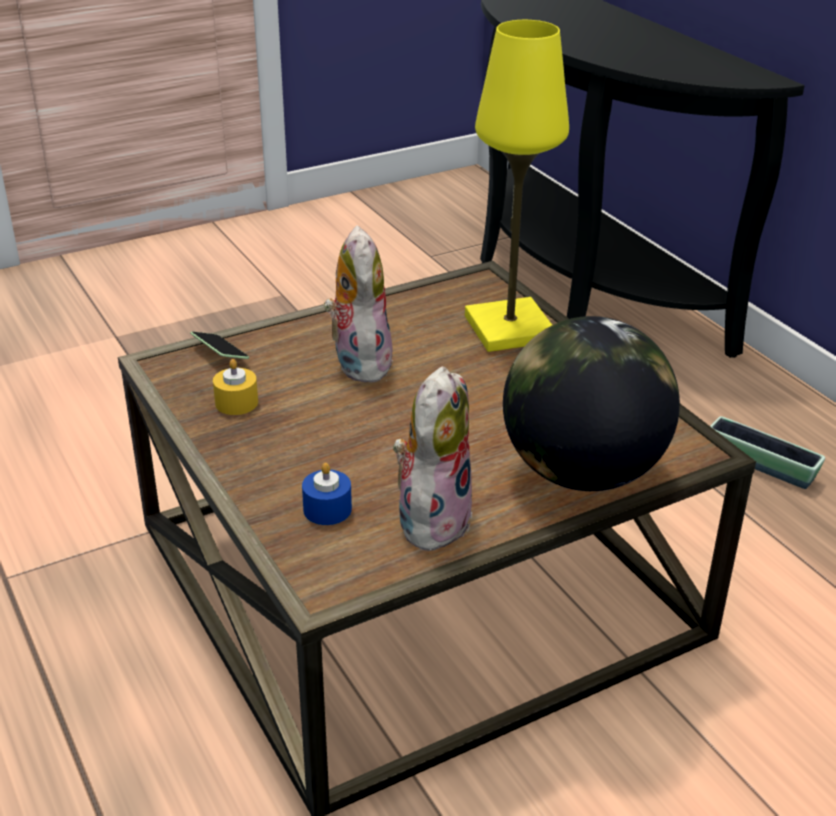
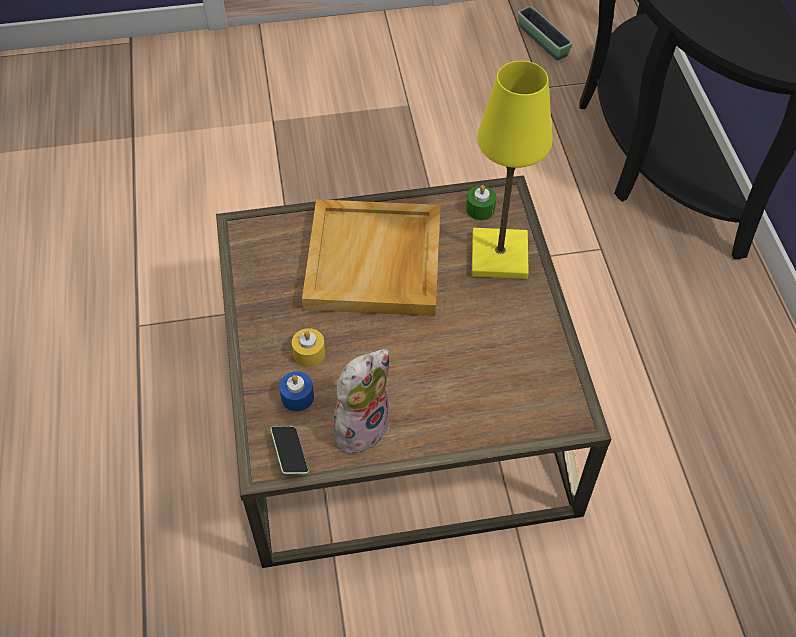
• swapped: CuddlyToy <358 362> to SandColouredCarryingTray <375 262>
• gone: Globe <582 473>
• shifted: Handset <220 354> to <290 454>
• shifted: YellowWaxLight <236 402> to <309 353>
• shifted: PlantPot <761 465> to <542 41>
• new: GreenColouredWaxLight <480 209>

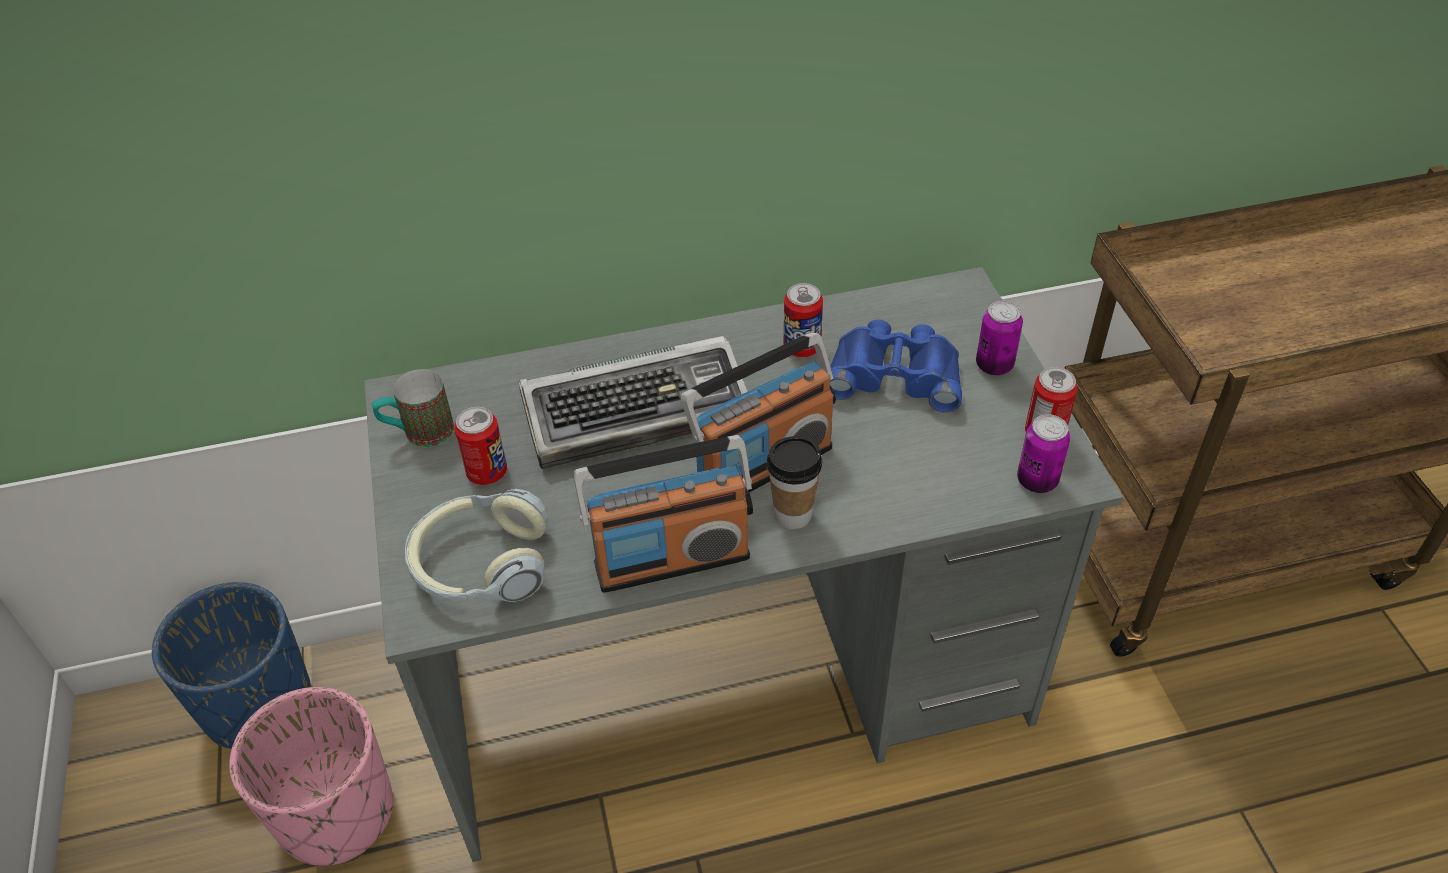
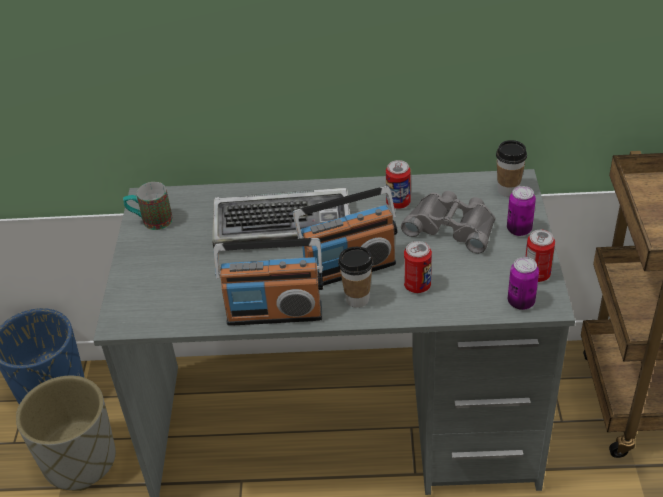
• repainted: BlueColouredFieldGlasses <895 374> to GreyishFieldGlasses <452 226>
• shifted: MetalCan <487 472> to <417 286>
• gone: Headphones <481 565>
• repainted: PinkColouredPlantPot <336 812> to GreyishPlantPot <80 460>
• new: Cup <508 190>

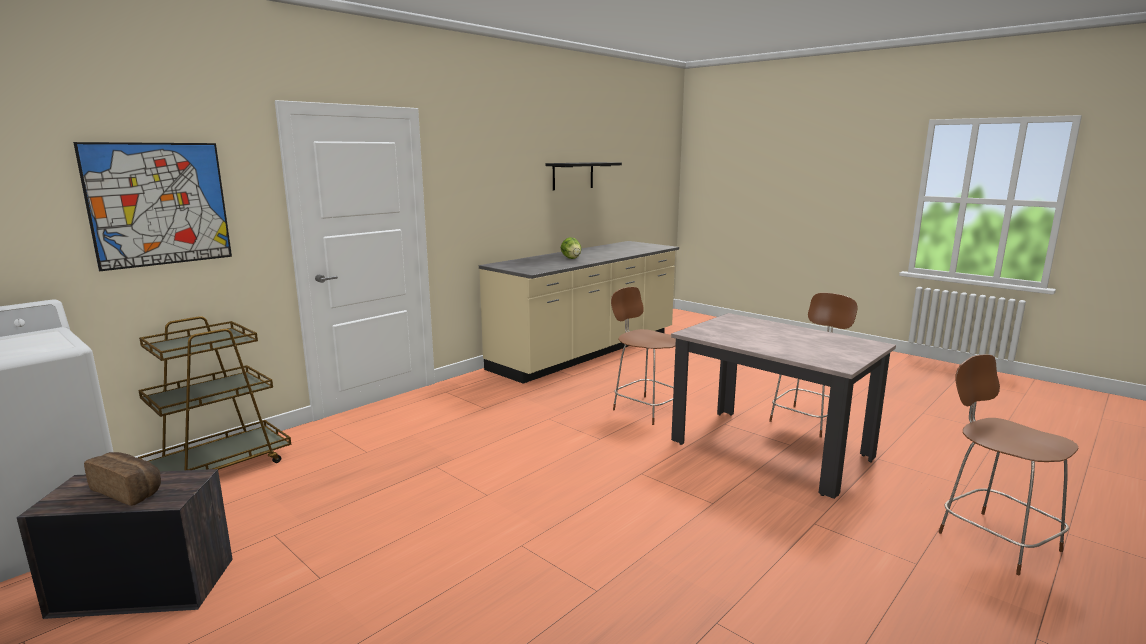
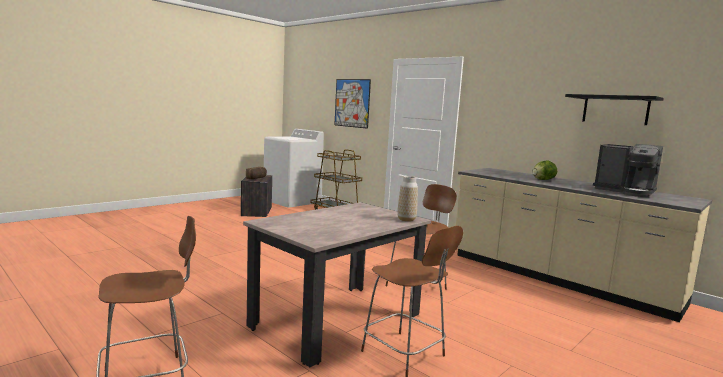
• new: CoffeeBrewer <625 191>
• new: Vase <406 219>

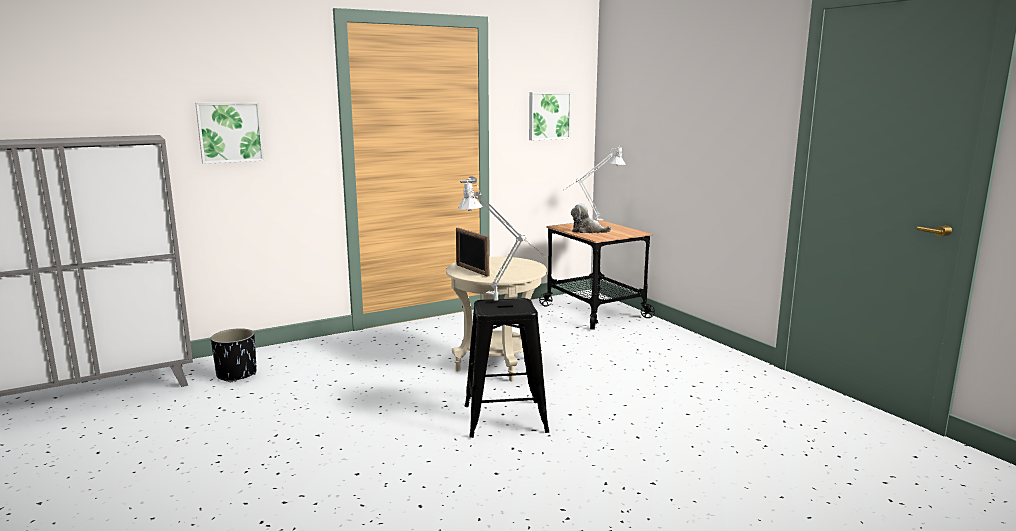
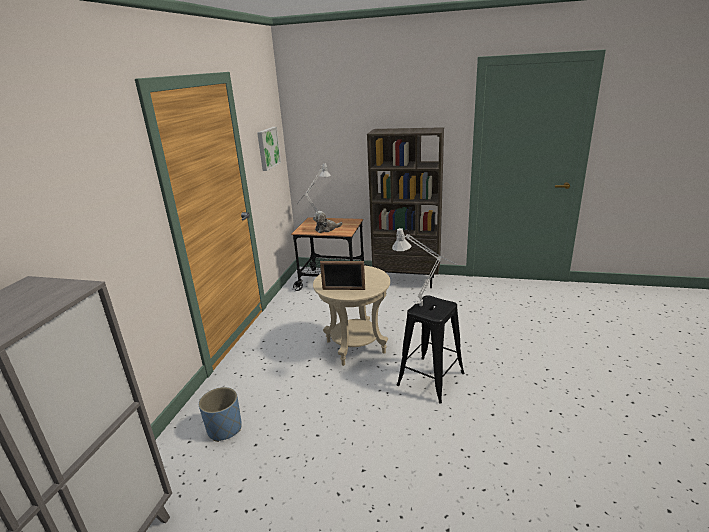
• gone: Picture <230 132>
• gone: BlackColouredPlantPot <237 374>
• new: BrownColouredBookshelf <407 280>
• new: BlueColouredPlantPot <224 429>

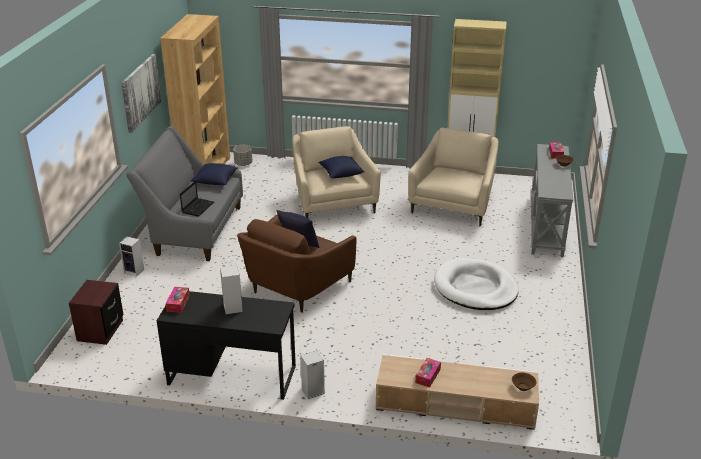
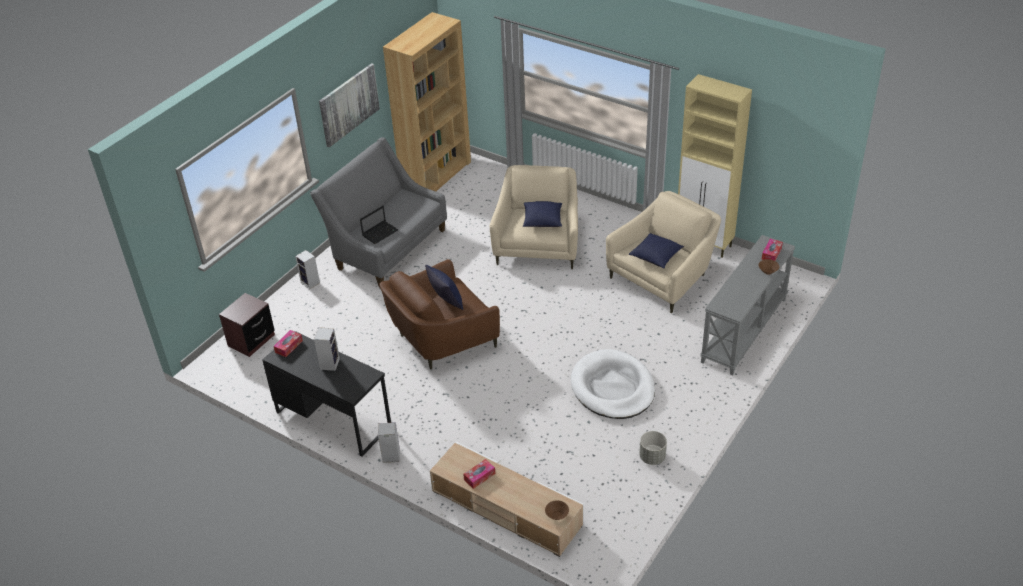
• shifted: GreyishPlantPot <243 164> to <652 457>
• shifted: BlueColouredPillow <215 181> to <656 257>

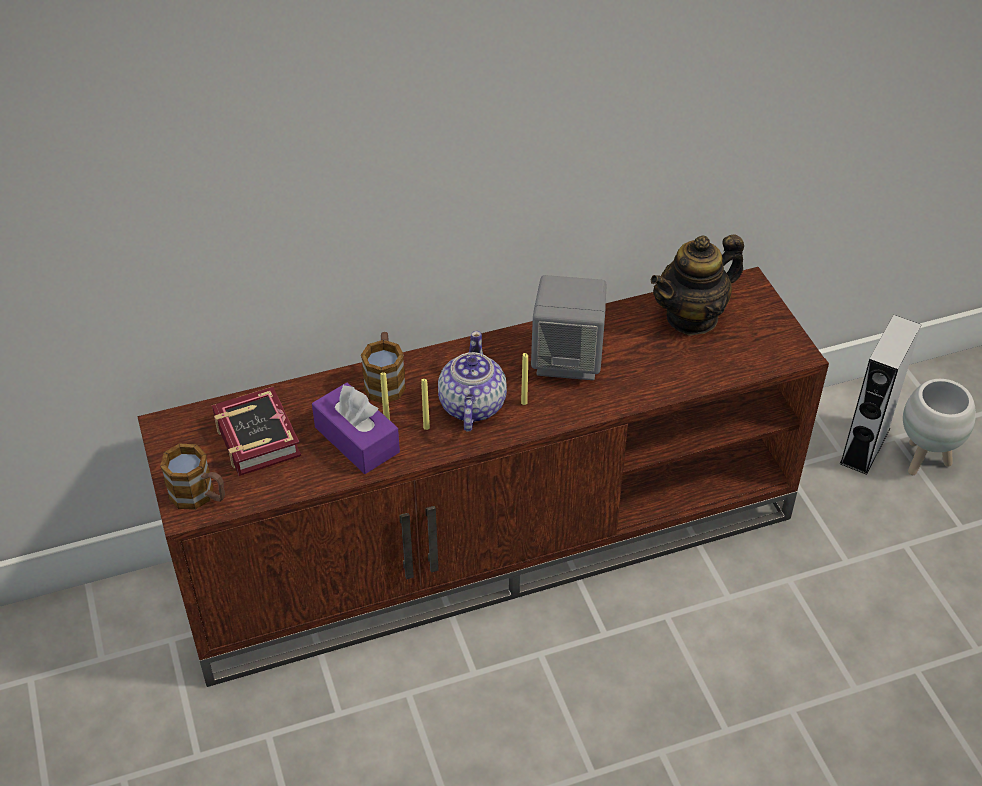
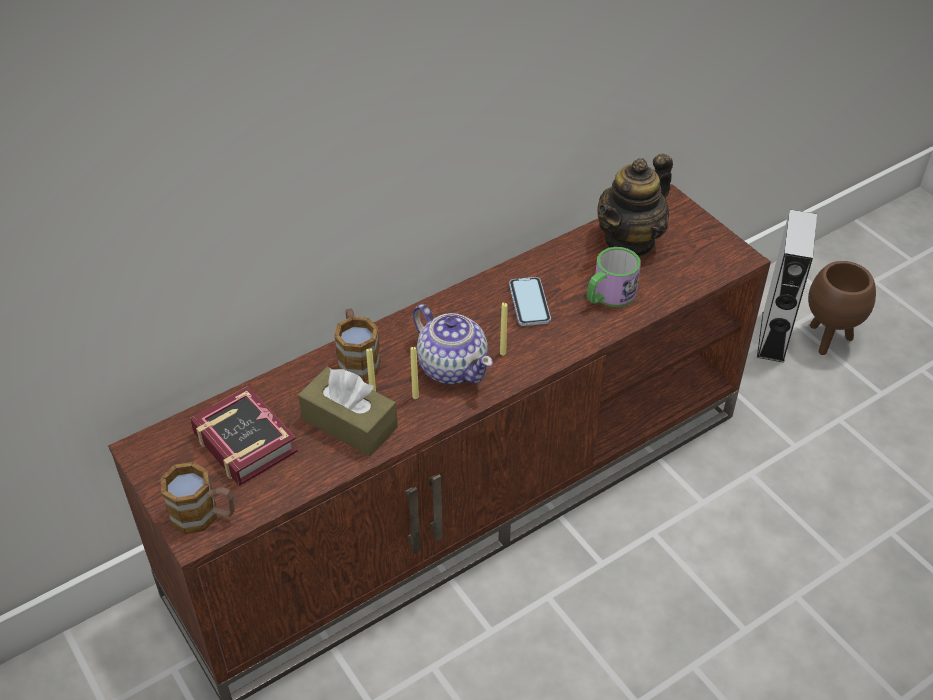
• swapped: GreyishAudioSpeaker <568 359> to Handset <529 303>
• rotated: Teapot <471 406> = <452 366> 150 degrees clockwise
• repainted: WhitishPlantPot <924 460> to BrownColouredPlantPot <828 339>
• repainted: PurpleColouredTissueHolder <357 439> to BrownColouredTissueHolder <349 423>
• new: CoffeeMug <608 296>

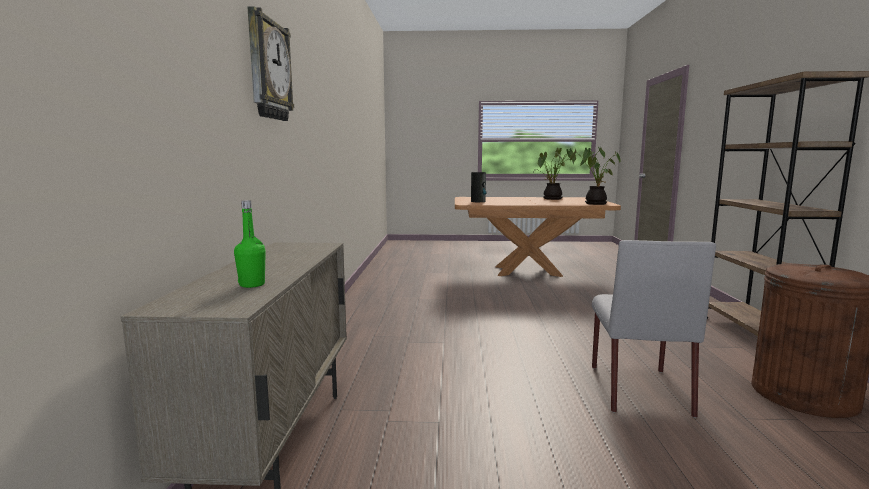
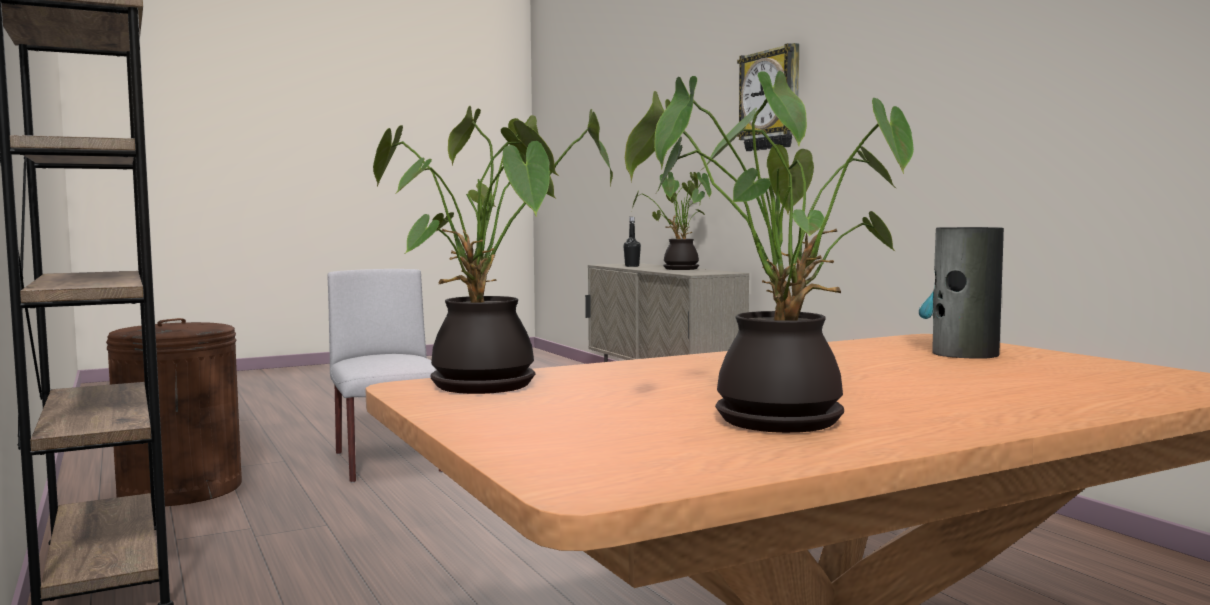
• repainted: GreenColouredBeverageBottle <252 284> to BlackColouredBeverageBottle <632 266>
• new: Houseplant <677 269>

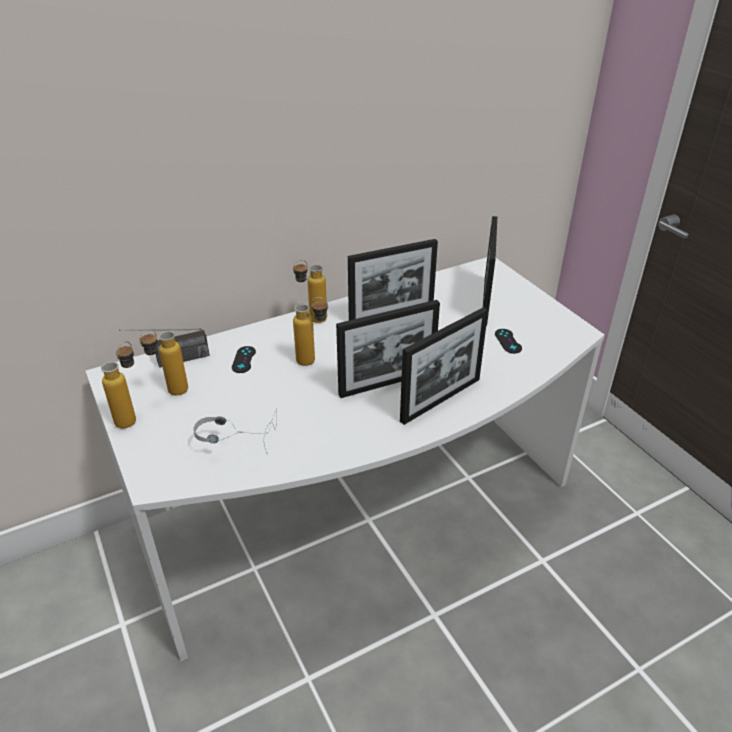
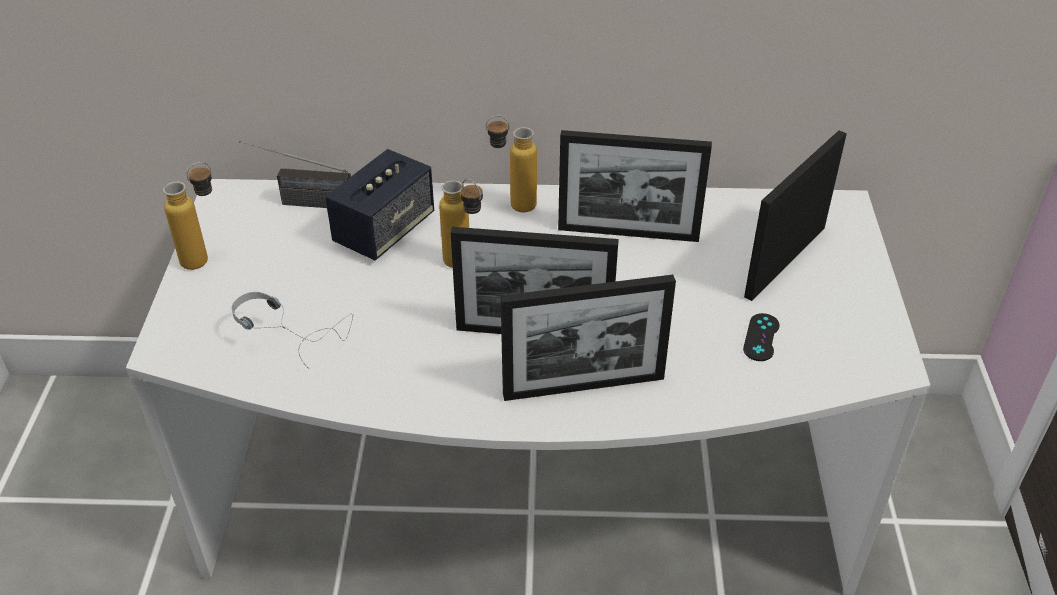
• gone: BeverageBottle <171 394>
• swapped: BlackColouredGameController <244 359> to AudioSpeaker <384 230>

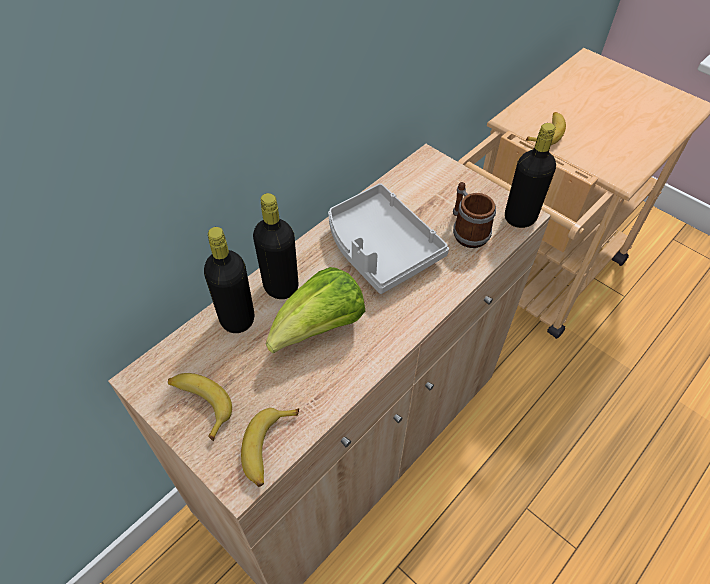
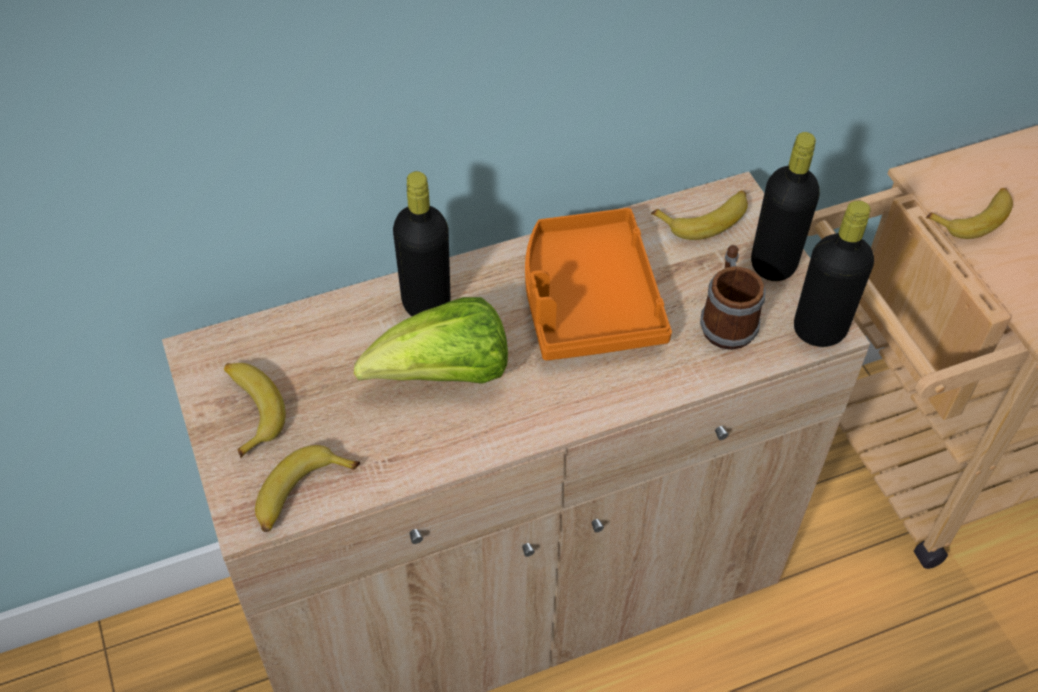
• repainted: GreyishCarryingTray <380 248> to OrangeCarryingTray <588 300>
• shifted: BlackColouredBeverageBottle <237 319> to <773 264>
• new: WholeBanana <705 218>

